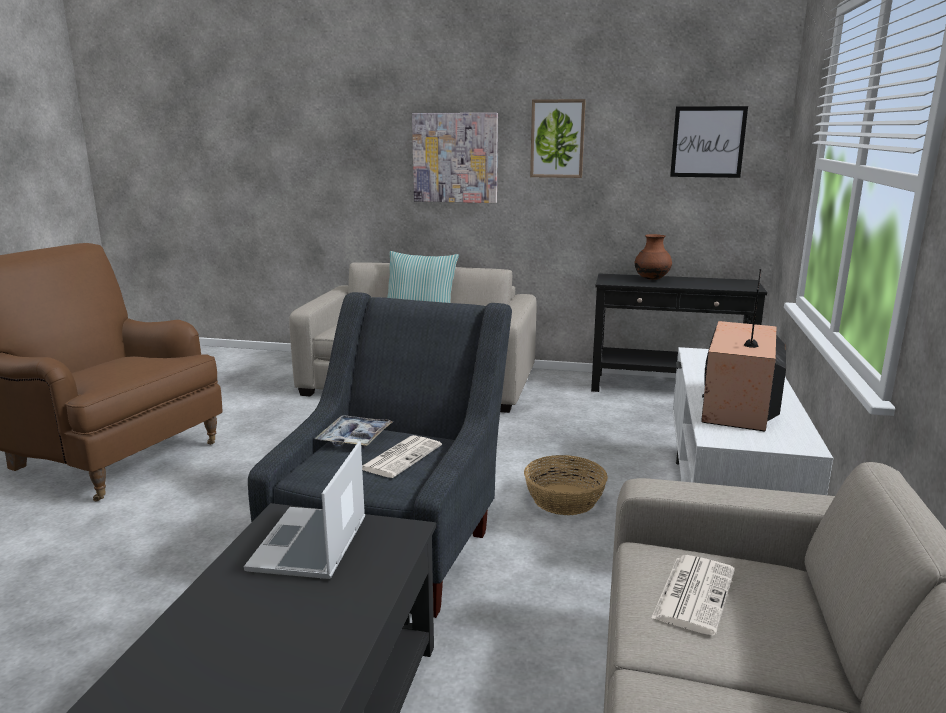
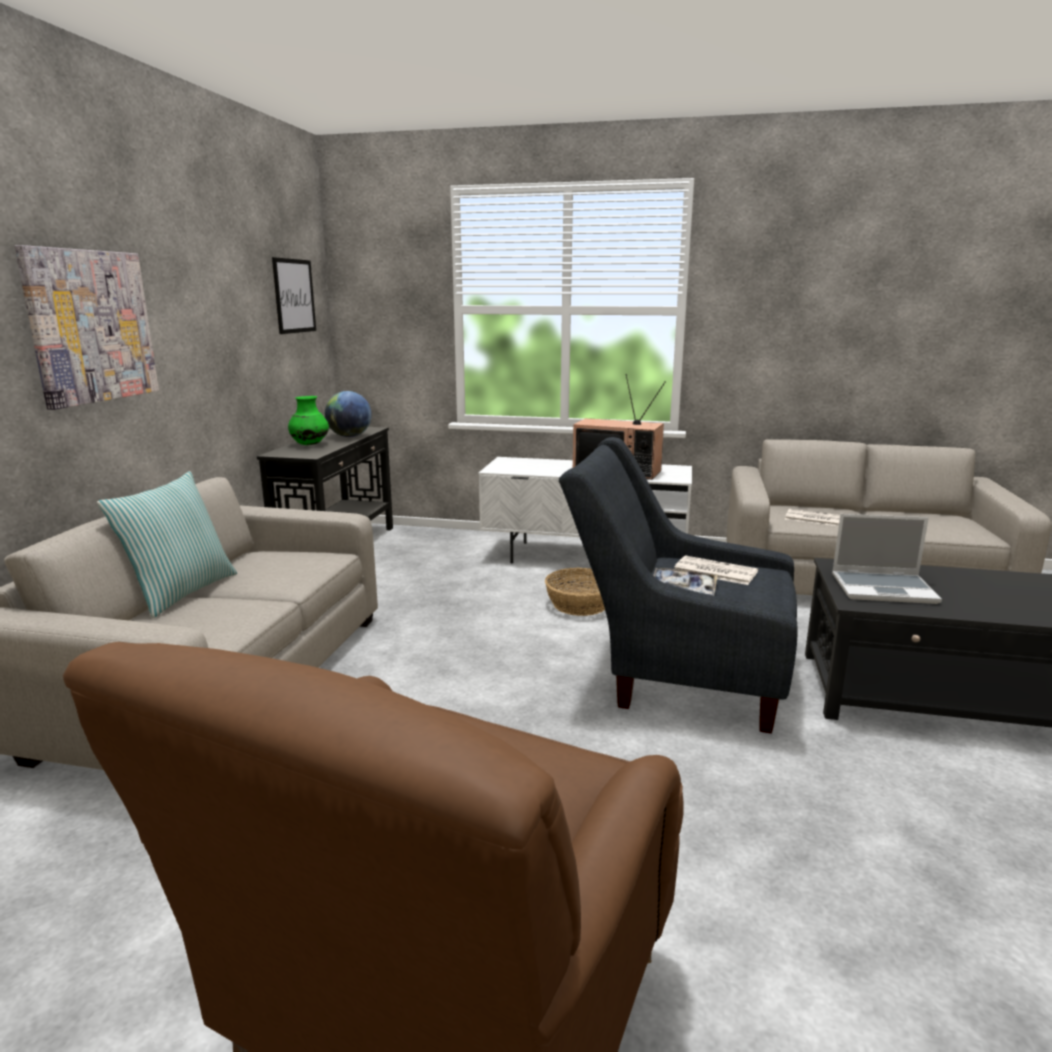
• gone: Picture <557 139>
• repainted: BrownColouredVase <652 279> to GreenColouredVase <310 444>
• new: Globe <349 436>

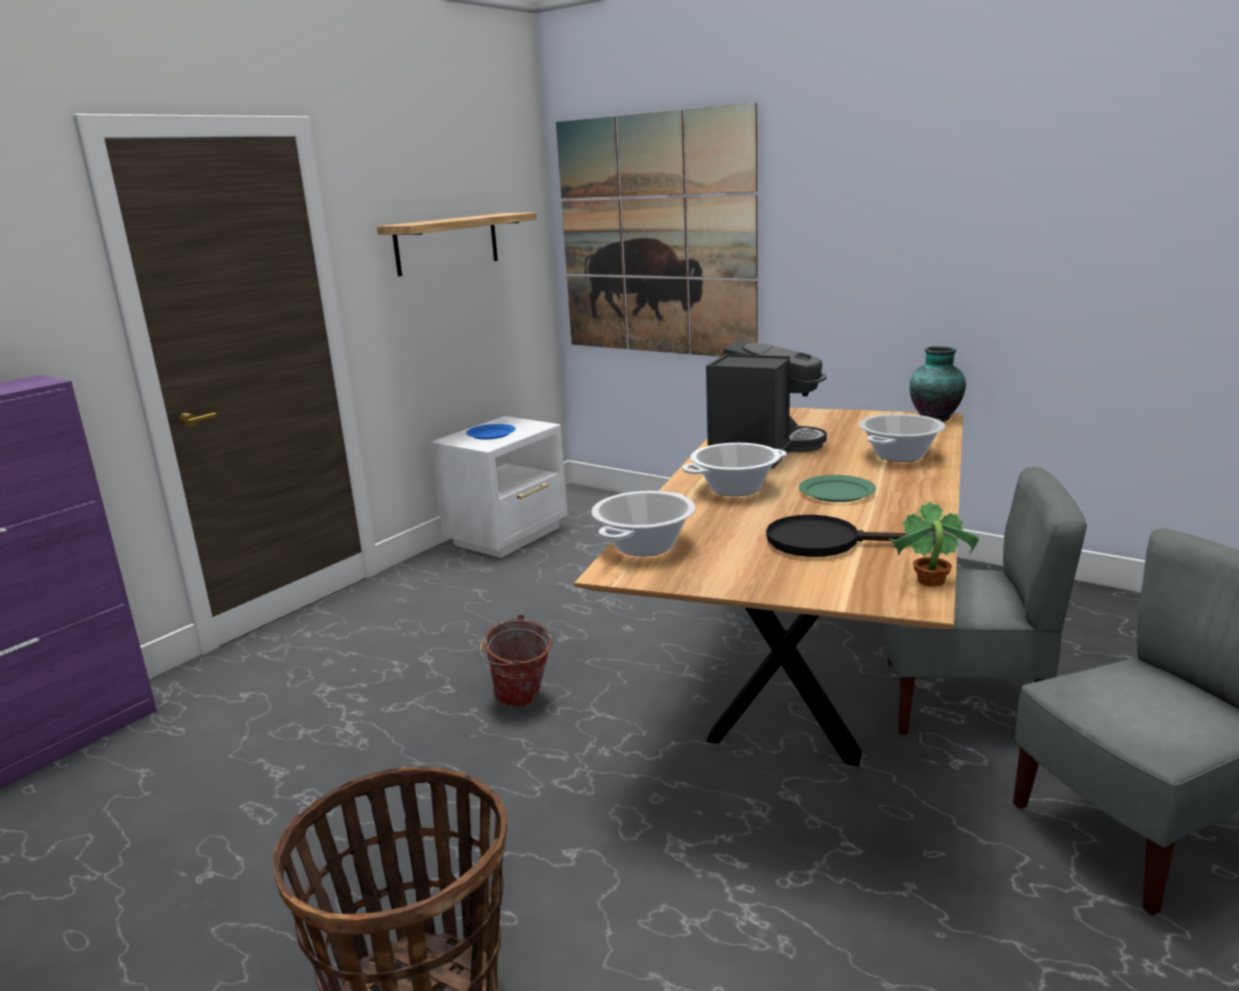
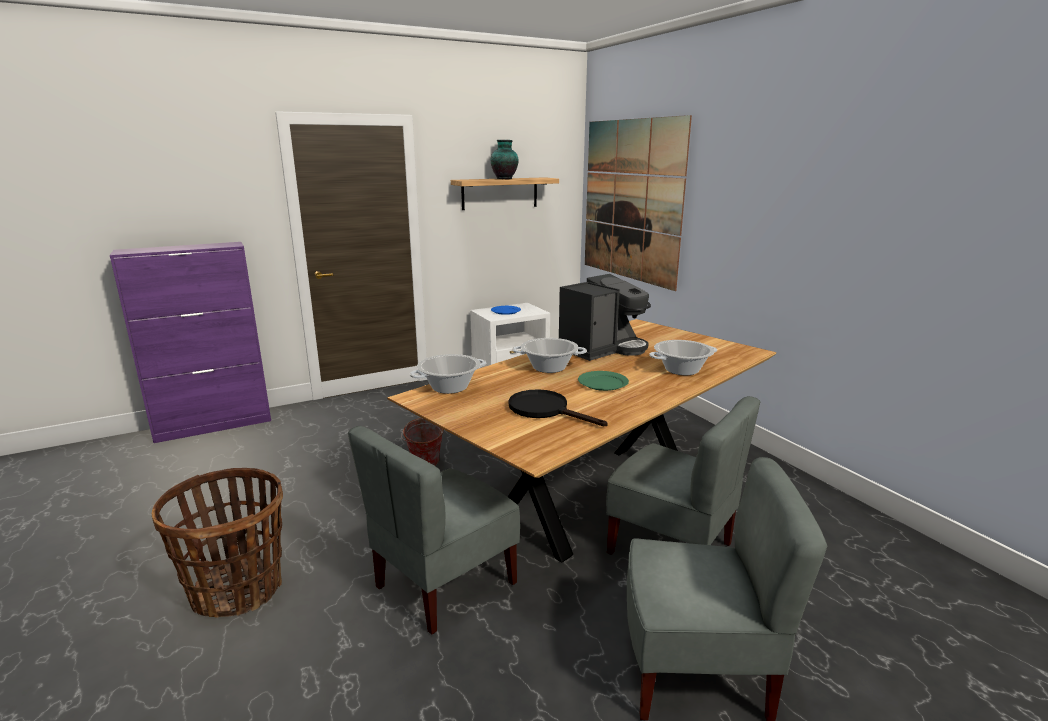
• shifted: Vase <936 417> to <505 178>
• gone: Houseplant <930 581>
• new: GreyishPlainChair <444 584>

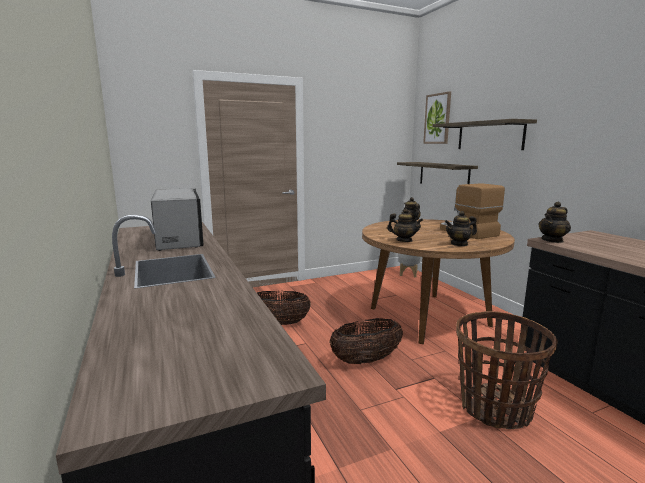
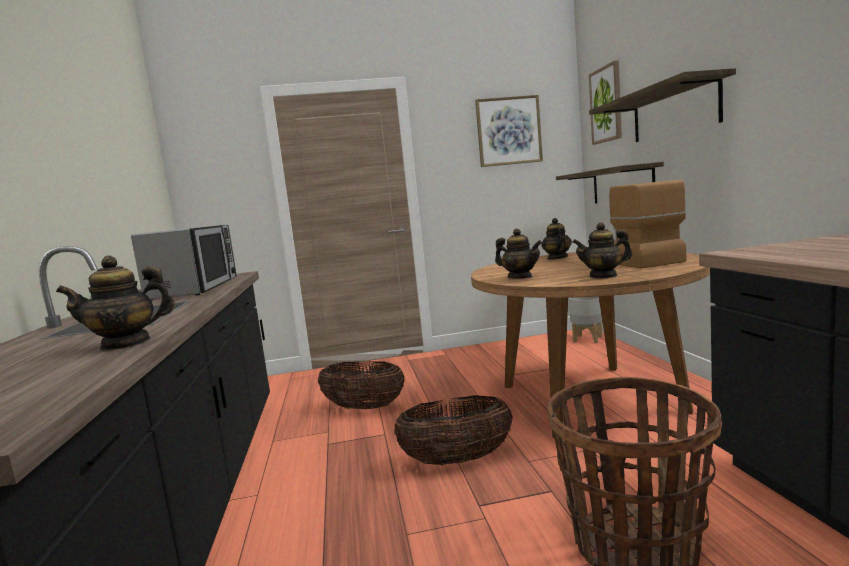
• shifted: Teapot <552 240> to <126 344>
• new: Picture <508 131>

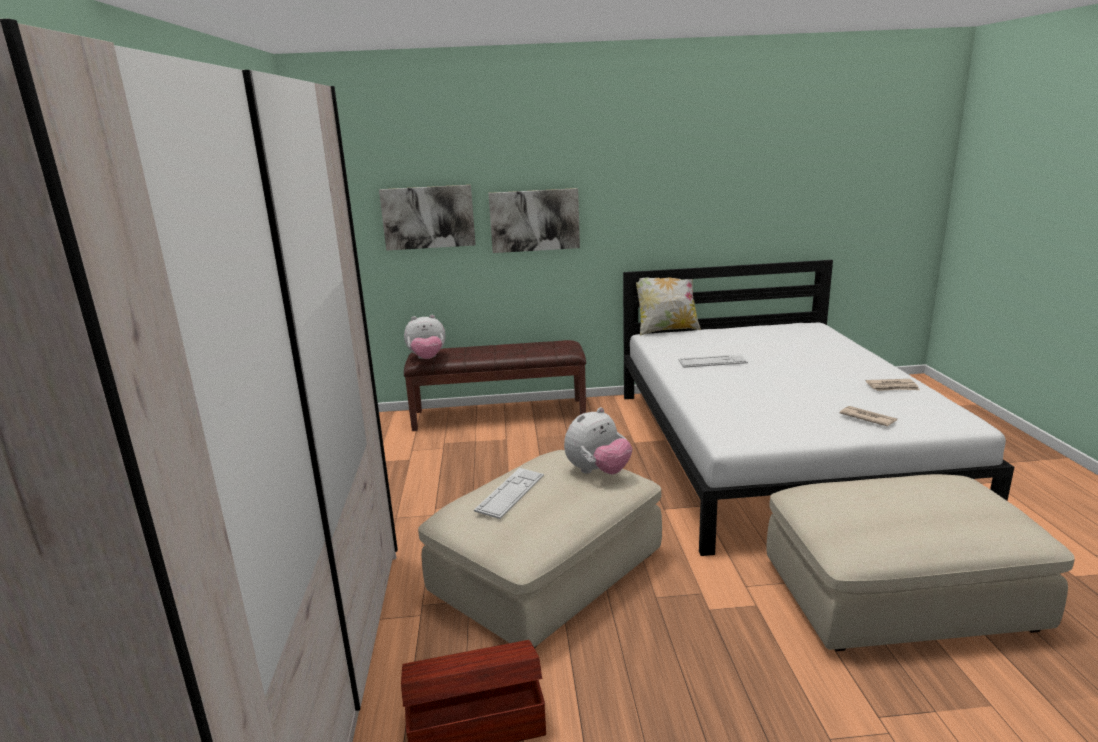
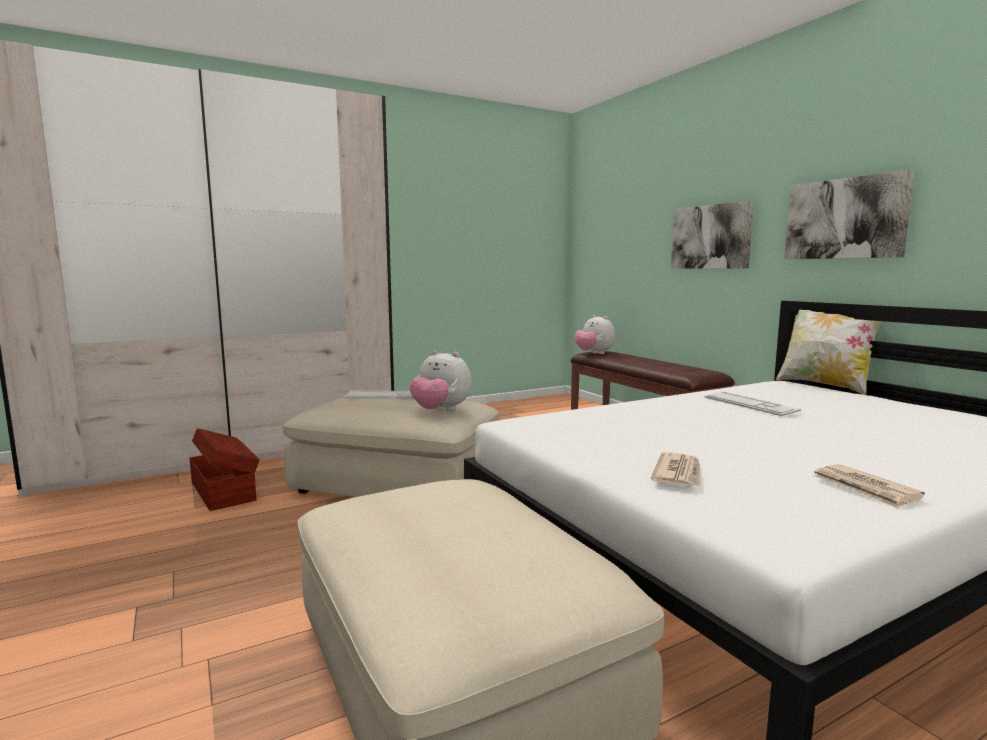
• shifted: Picture <428 217> to <845 218>

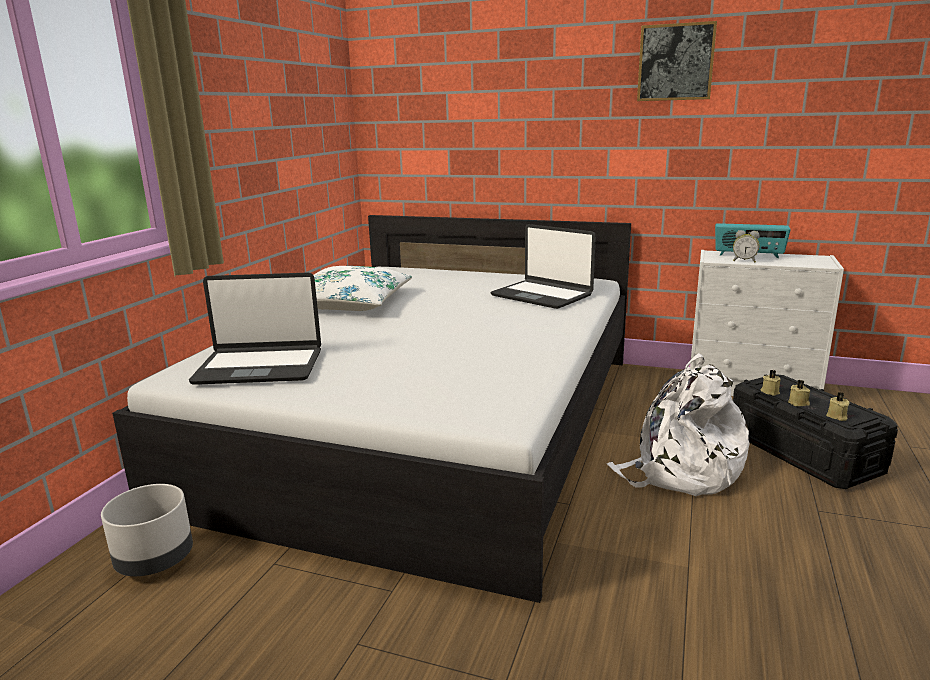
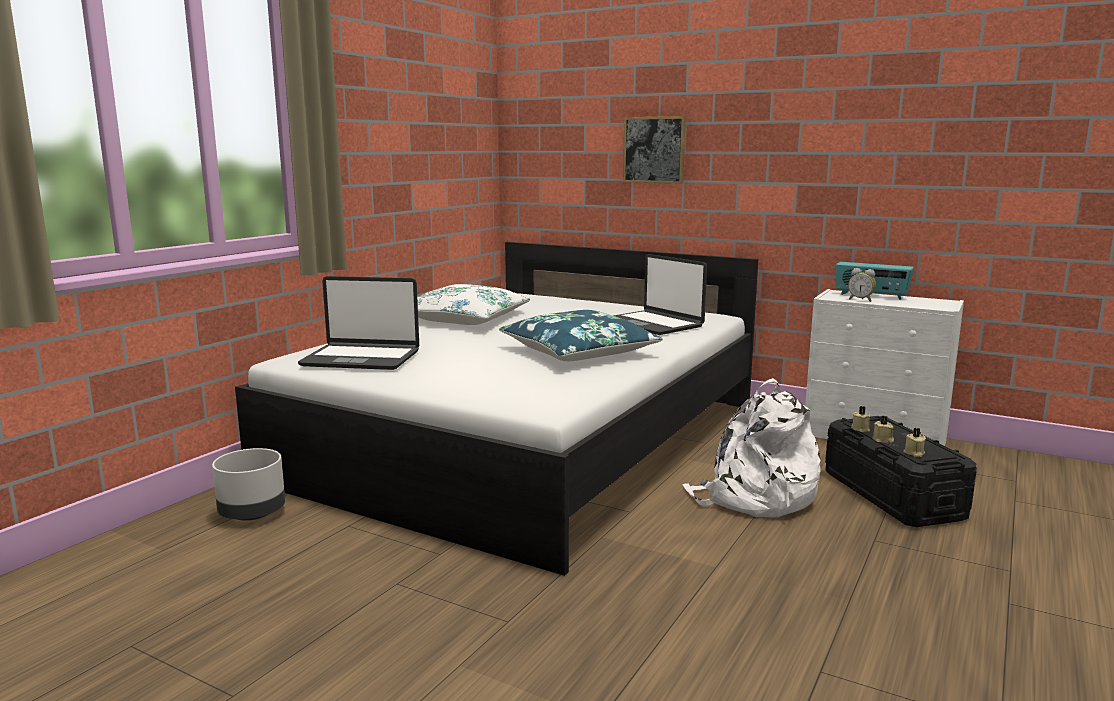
• shifted: Picture <675 62> to <654 150>
• new: BlueColouredPillow <579 352>

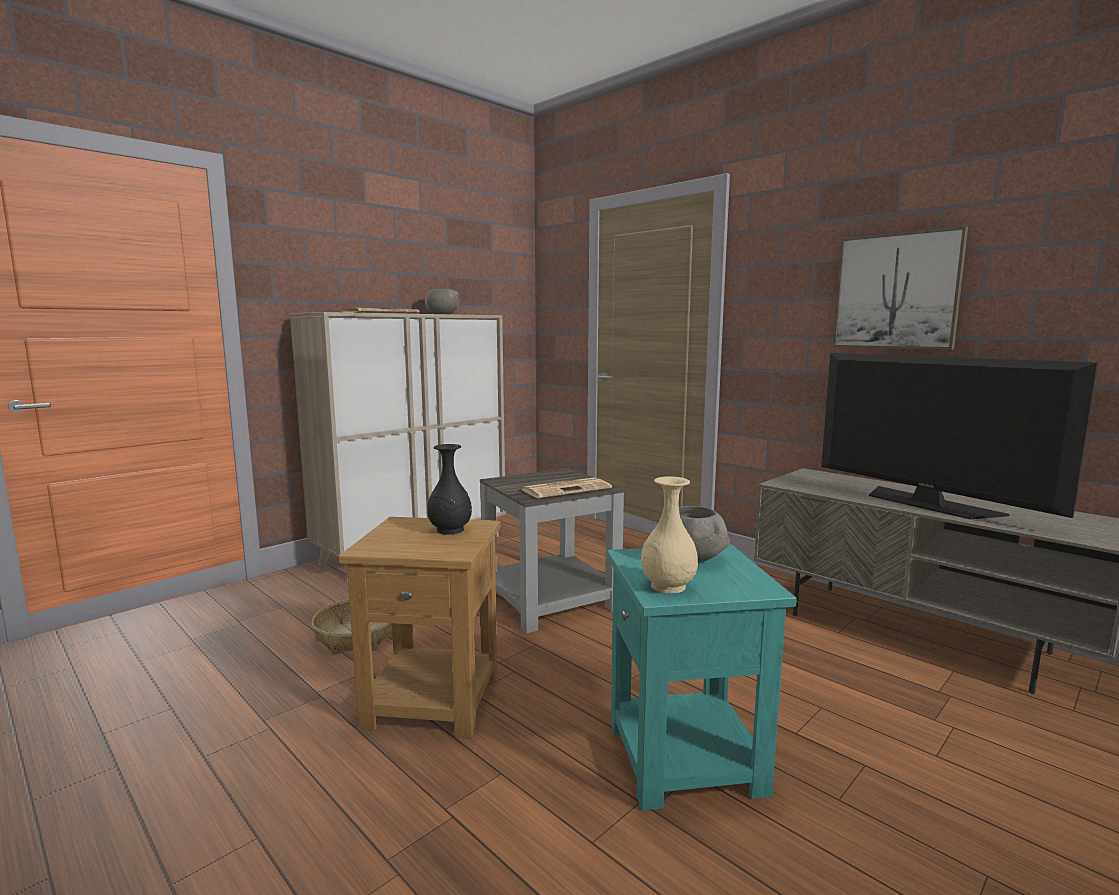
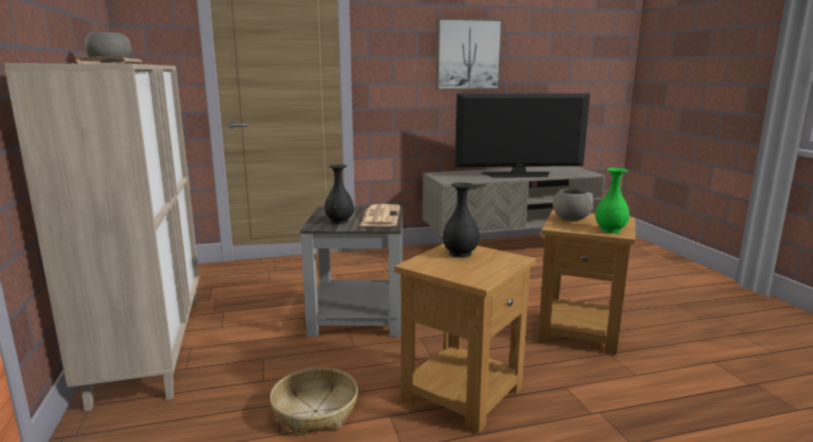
• repainted: SandColouredVase <668 586> to GreenColouredVase <610 230>
• repainted: TurquoiseAccentTable <686 759> to BrownColouredAccentTable <580 332>
• new: BlackColouredVase <339 221>

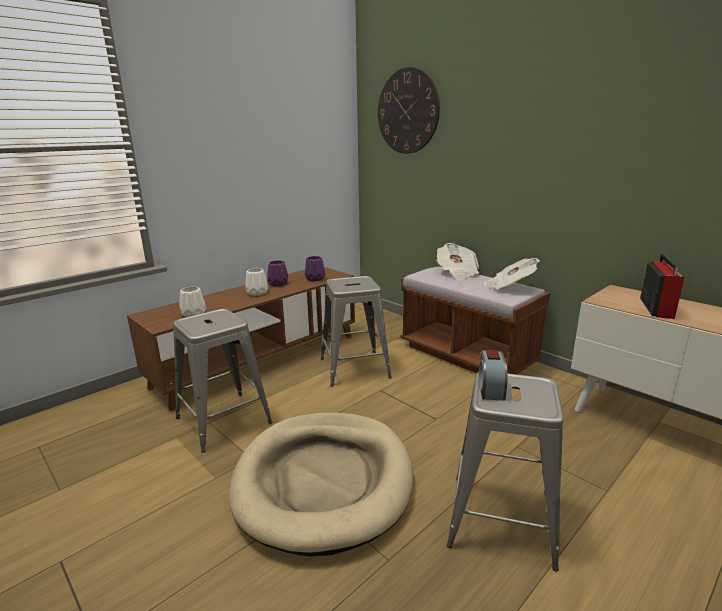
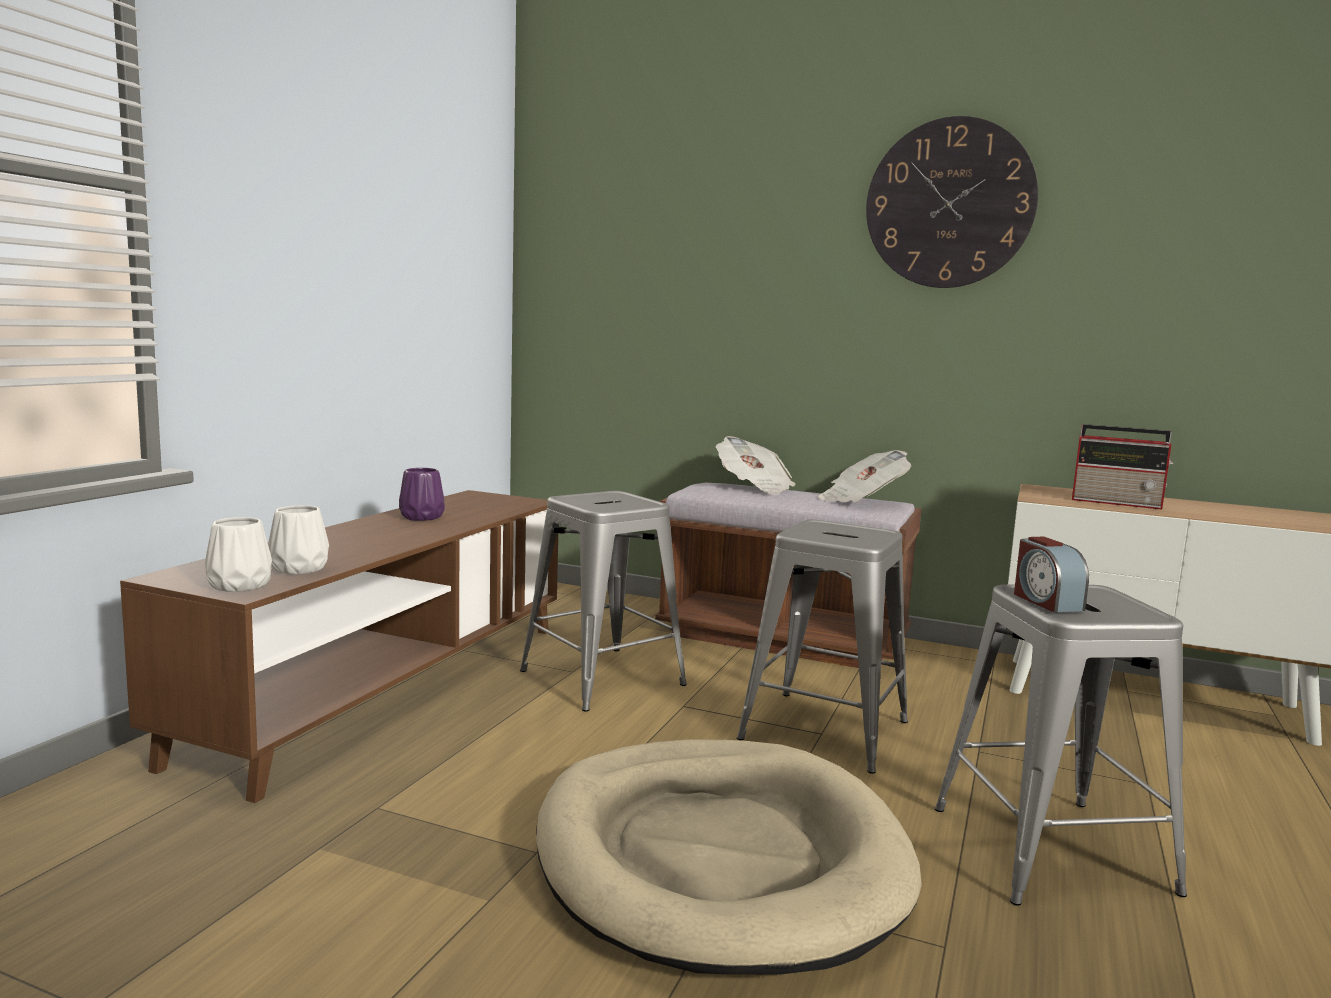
• shifted: ClockOnTheWall <407 111> to <949 203>
• rotated: RadioSet <656 307> = <1118 502> 120 degrees clockwise
• gone: PurpleColouredVase <315 279>
• shifted: WhitishVase <257 292> to <241 585>
• shifted: GreyishSittingStool <223 420> to <823 730>

